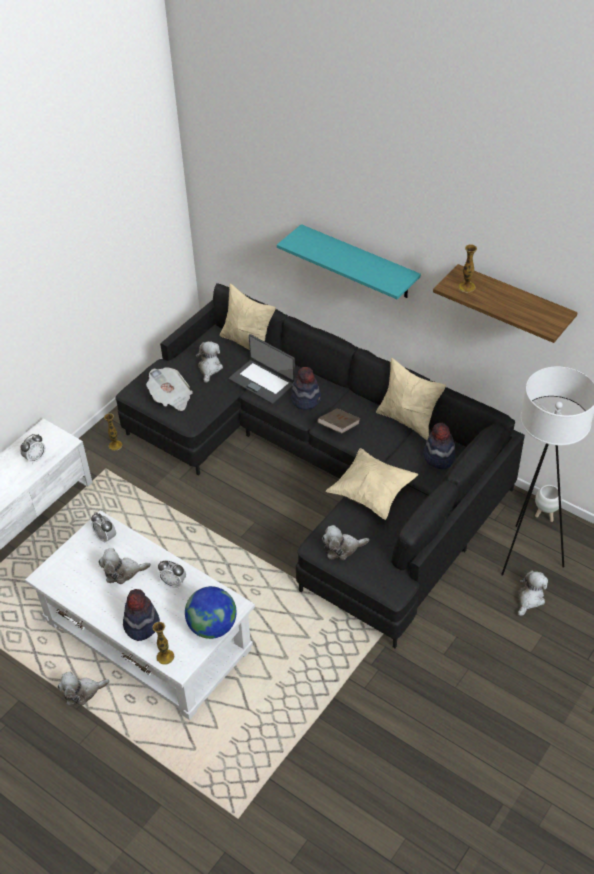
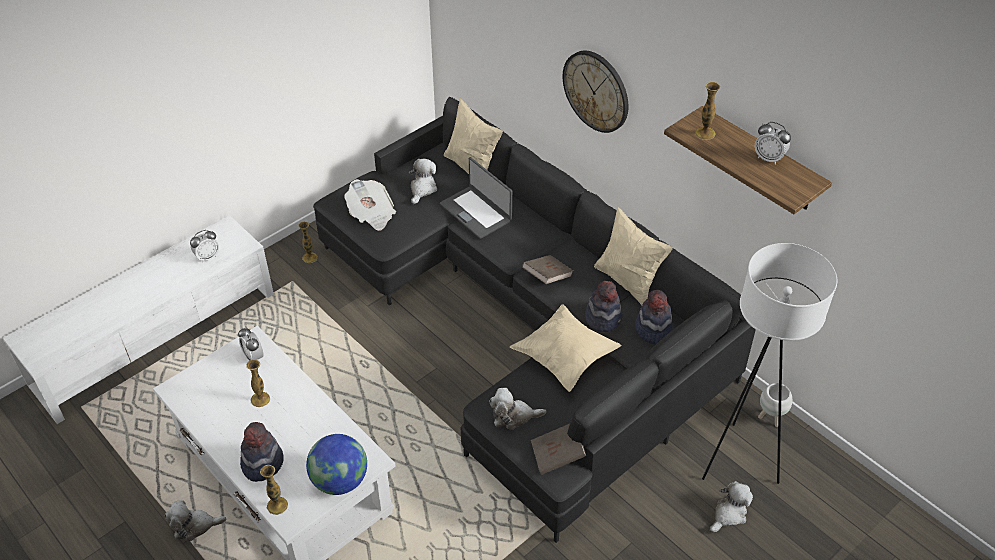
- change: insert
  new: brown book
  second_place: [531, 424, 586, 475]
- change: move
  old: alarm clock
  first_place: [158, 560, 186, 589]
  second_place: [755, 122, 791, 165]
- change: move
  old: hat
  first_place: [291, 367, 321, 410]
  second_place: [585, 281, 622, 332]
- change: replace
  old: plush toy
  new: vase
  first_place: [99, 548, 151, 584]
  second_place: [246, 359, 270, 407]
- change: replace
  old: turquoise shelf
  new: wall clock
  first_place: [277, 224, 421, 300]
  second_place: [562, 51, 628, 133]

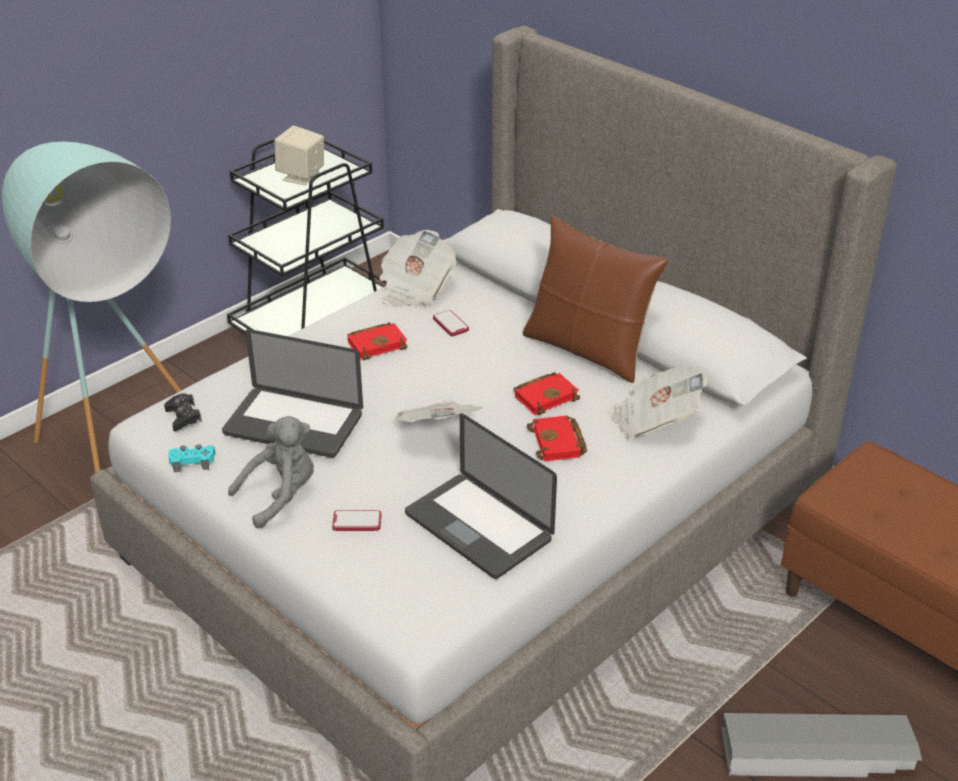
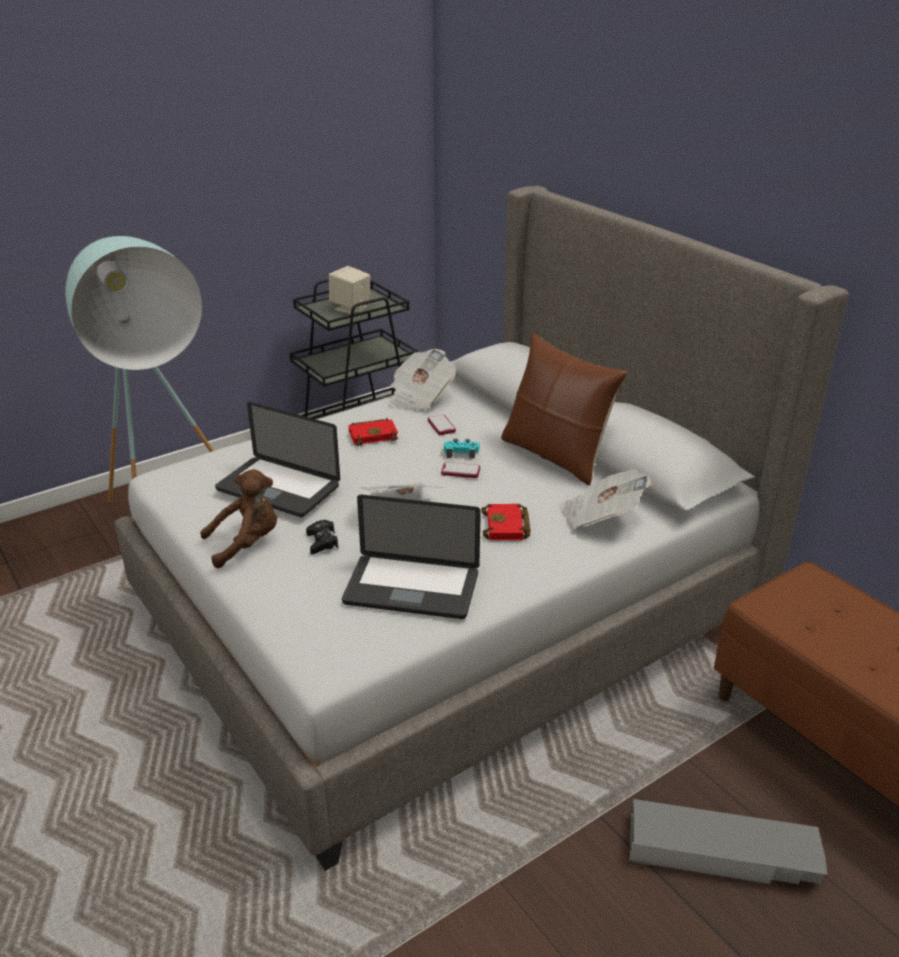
- change: delete
  old: red book
  first_place: [513, 372, 580, 415]
- change: move
  old: black game controller
  first_place: [164, 393, 202, 431]
  second_place: [306, 520, 339, 554]
- change: move
  old: turquoise game controller
  first_place: [168, 444, 215, 472]
  second_place: [444, 438, 479, 459]
- change: move
  old: phone
  first_place: [332, 510, 381, 531]
  second_place: [441, 462, 480, 478]
- change: recolor
  old: grey plush toy
  new: brown plush toy
  first_place: [228, 416, 314, 529]
  second_place: [200, 469, 277, 568]
- change: rotate
  old: laptop
  first_place: [405, 413, 557, 579]
  second_place: [342, 495, 481, 619]
  degrees: -45

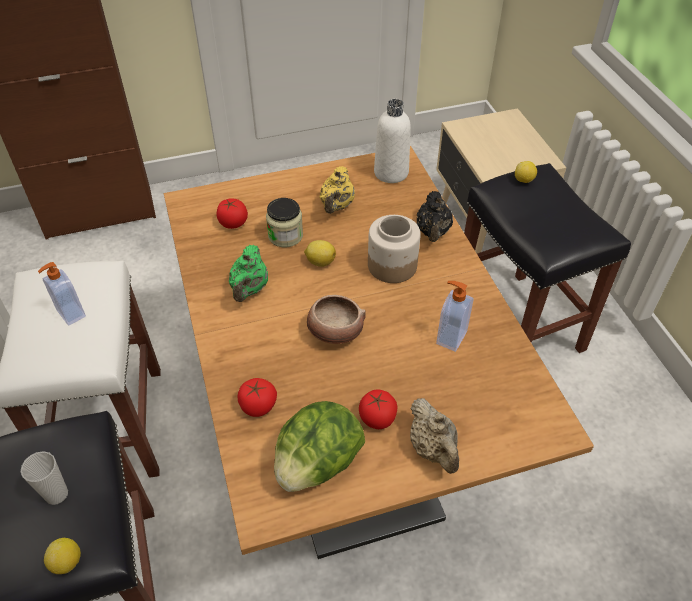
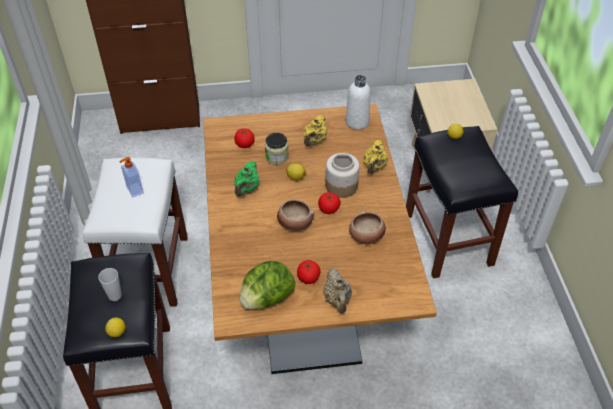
- change: move
  old: tomato
  first_place: [237, 378, 277, 417]
  second_place: [318, 192, 341, 214]
- change: replace
  old: soap dispenser
  new: bowl
  first_place: [436, 281, 474, 352]
  second_place: [349, 211, 386, 244]
- change: recolor
  old: black teapot
  new: yellow teapot
  first_place: [417, 191, 453, 242]
  second_place: [363, 140, 388, 174]

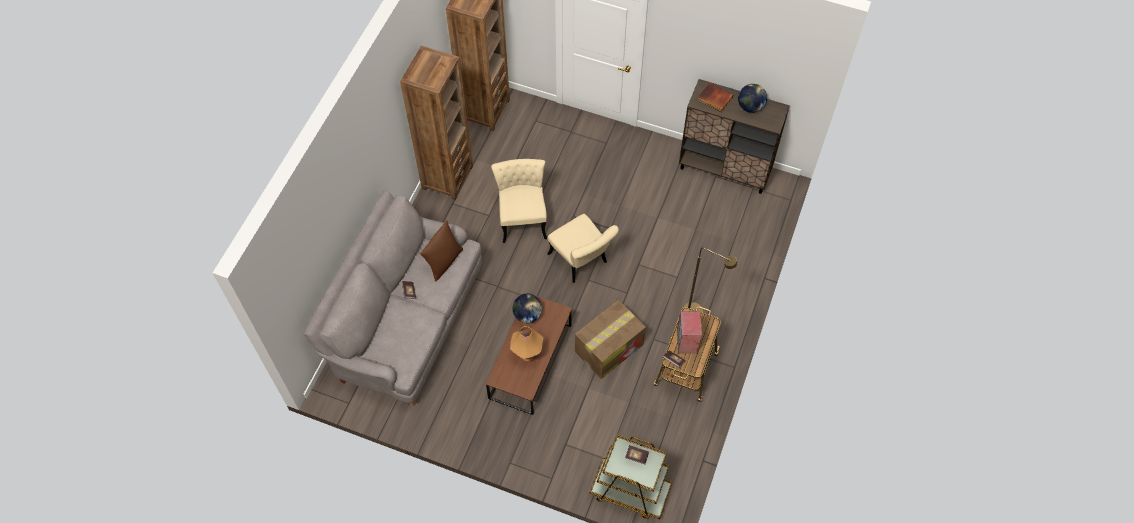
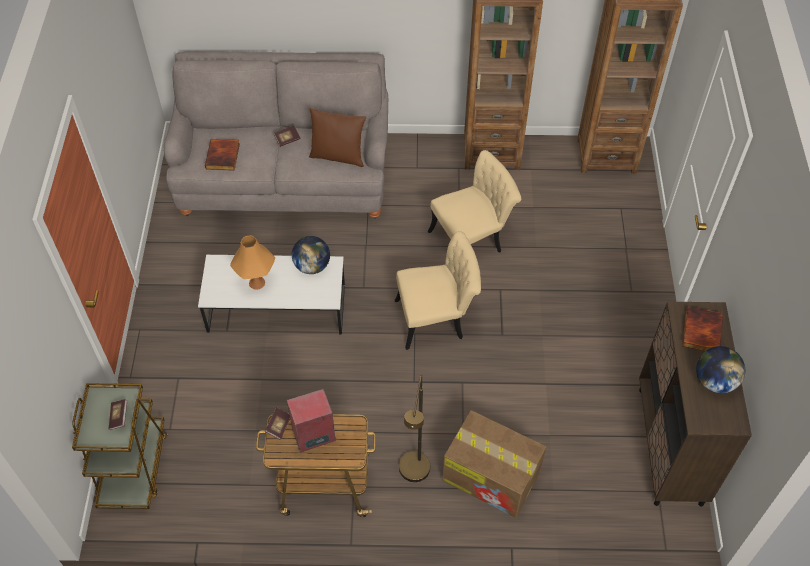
- change: insert
  new: book
  second_place: [205, 139, 240, 171]
- change: move
  old: cardboard box
  first_place: [575, 300, 646, 379]
  second_place: [442, 410, 546, 518]
- change: recolor
  old: brown coffee table
  new: white coffee table
  first_place: [486, 293, 572, 415]
  second_place: [198, 255, 345, 335]
- change: rotate
  old: beige chair
  first_place: [548, 214, 619, 283]
  second_place: [395, 231, 481, 350]
  degrees: -135

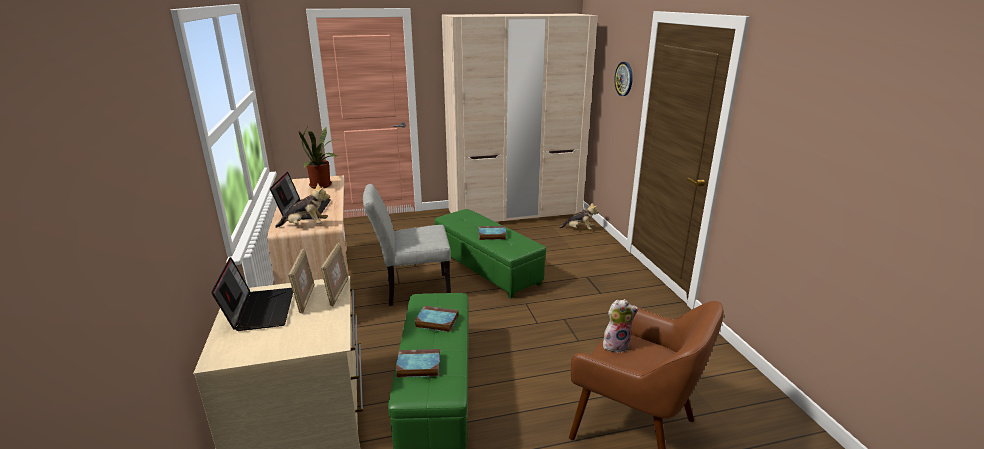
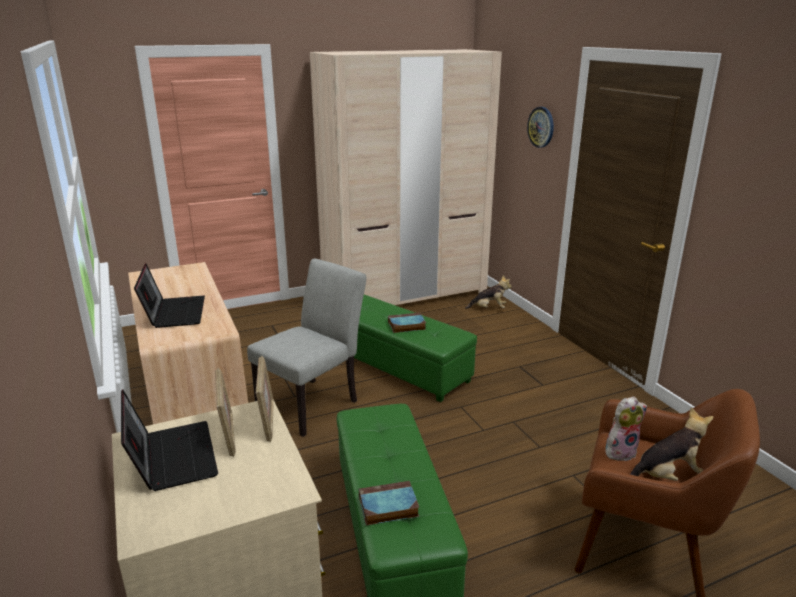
- change: delete
  old: potted plant
  first_place: [299, 127, 340, 189]
- change: delete
  old: book
  first_place: [415, 306, 458, 332]
- change: move
  old: plush toy
  first_place: [275, 183, 330, 228]
  second_place: [630, 407, 713, 481]
- change: rotate
  old: grey chair
  first_place: [363, 184, 451, 306]
  second_place: [247, 258, 366, 437]
  degrees: 150

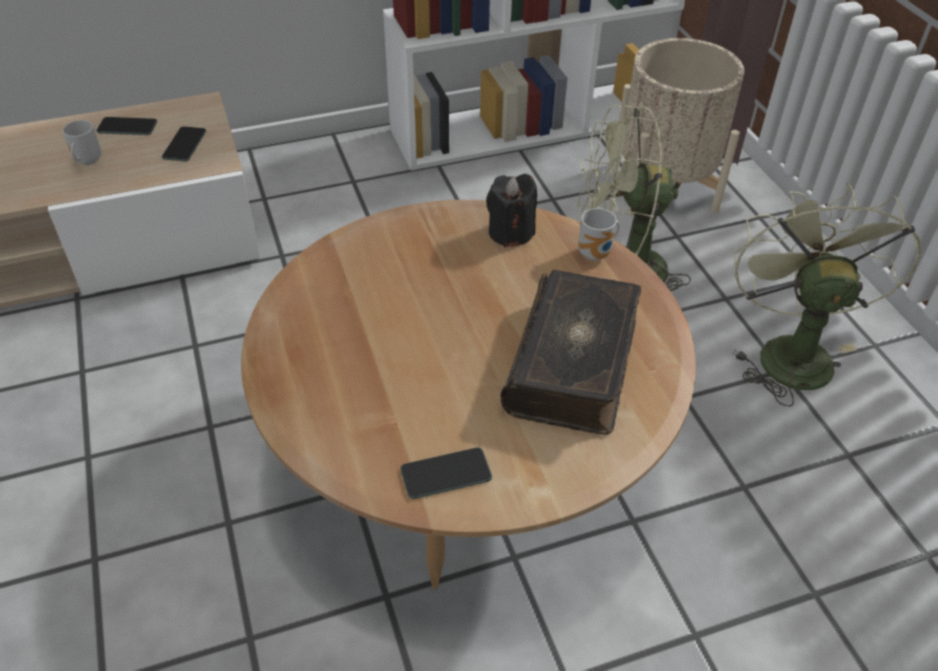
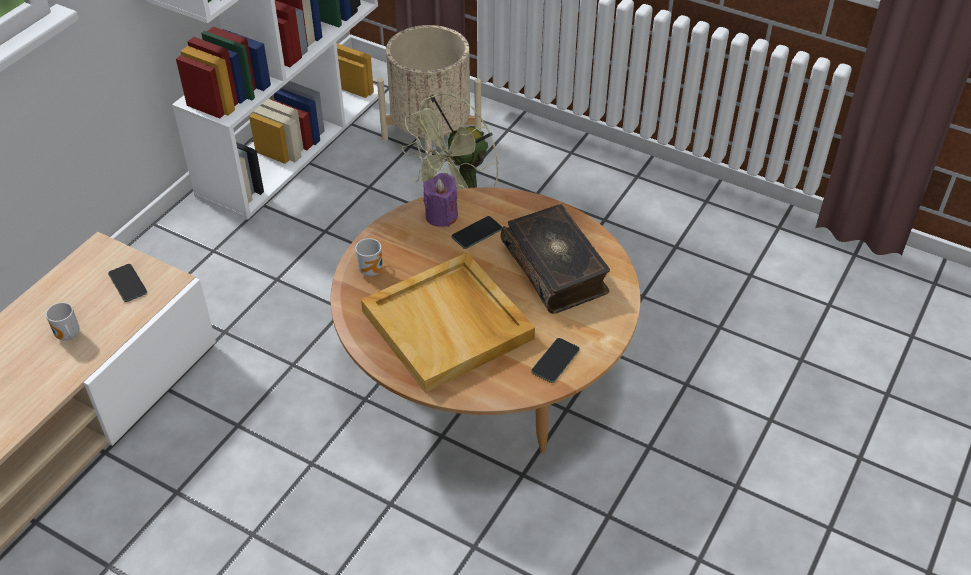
- change: delete
  old: green fan
  first_place: [732, 183, 922, 407]
- change: insert
  new: beige tray
  second_place: [361, 252, 535, 393]
- change: move
  old: phone
  first_place: [96, 117, 157, 135]
  second_place: [451, 216, 502, 249]
- change: move
  old: mug
  first_place: [578, 208, 620, 261]
  second_place: [355, 238, 383, 276]
- change: recolor
  old: black candle
  new: purple candle
  first_place: [486, 174, 537, 247]
  second_place: [423, 173, 458, 227]

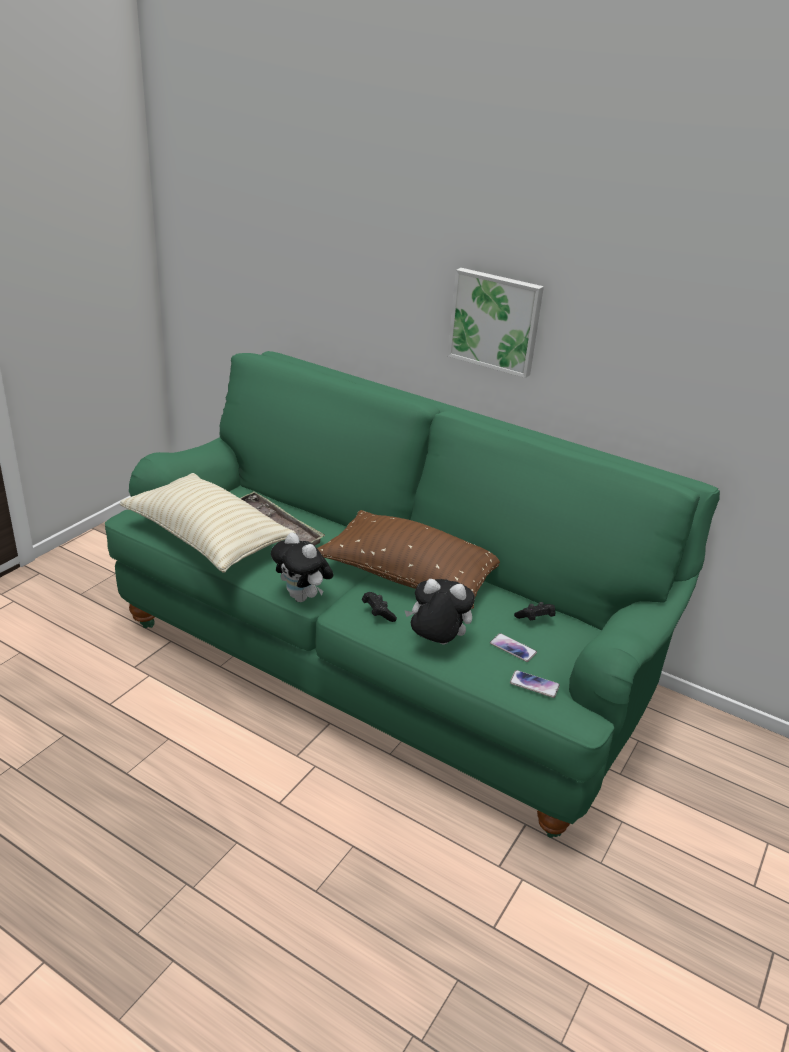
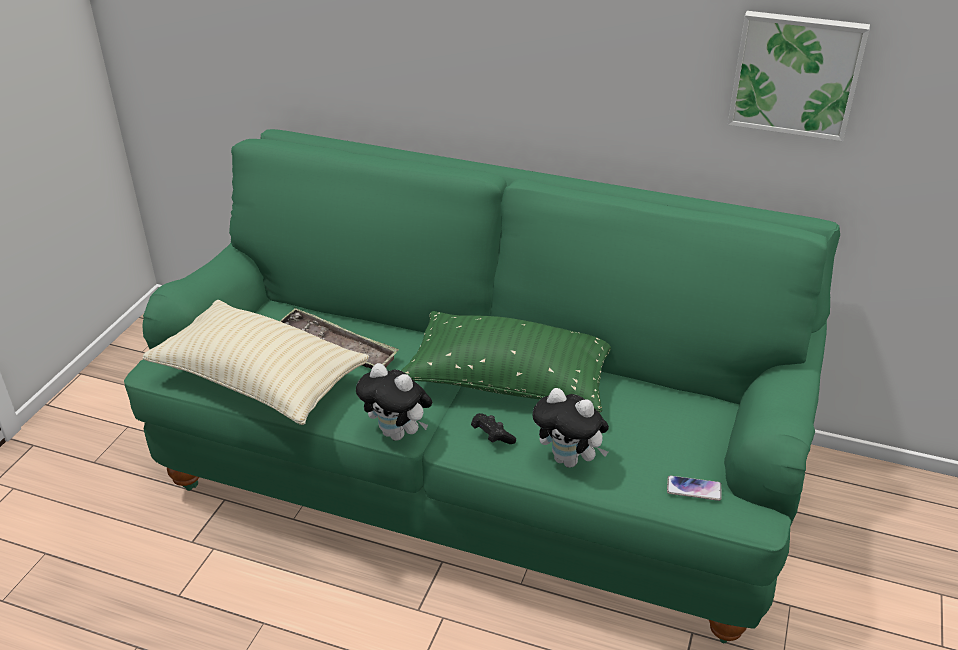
- change: delete
  old: phone
  first_place: [490, 633, 537, 662]
- change: delete
  old: black game controller
  first_place: [514, 602, 555, 620]
- change: move
  old: picture
  first_place: [447, 268, 544, 378]
  second_place: [728, 11, 870, 141]
- change: recolor
  old: brown pillow
  new: green pillow
  first_place: [317, 510, 500, 609]
  second_place: [401, 311, 611, 413]
- change: rotate
  old: plush toy
  first_place: [404, 579, 475, 645]
  second_place: [533, 388, 609, 468]
  degrees: -150

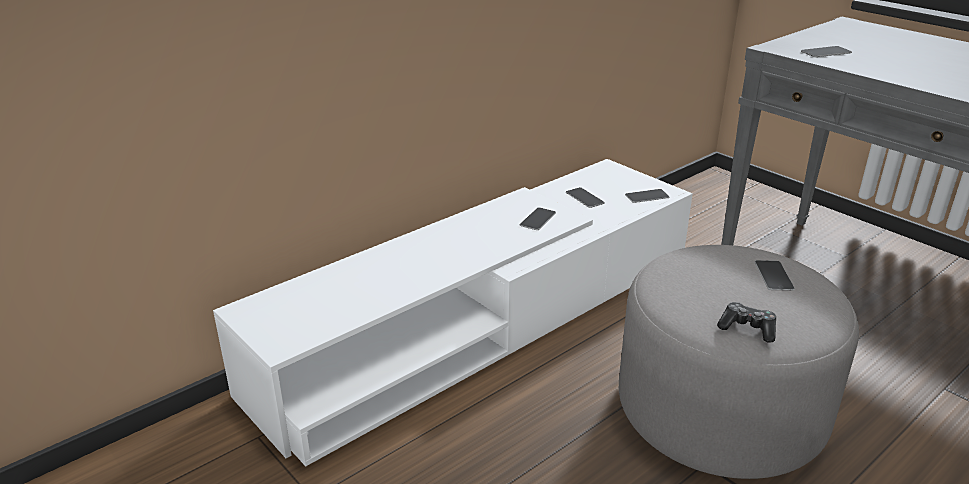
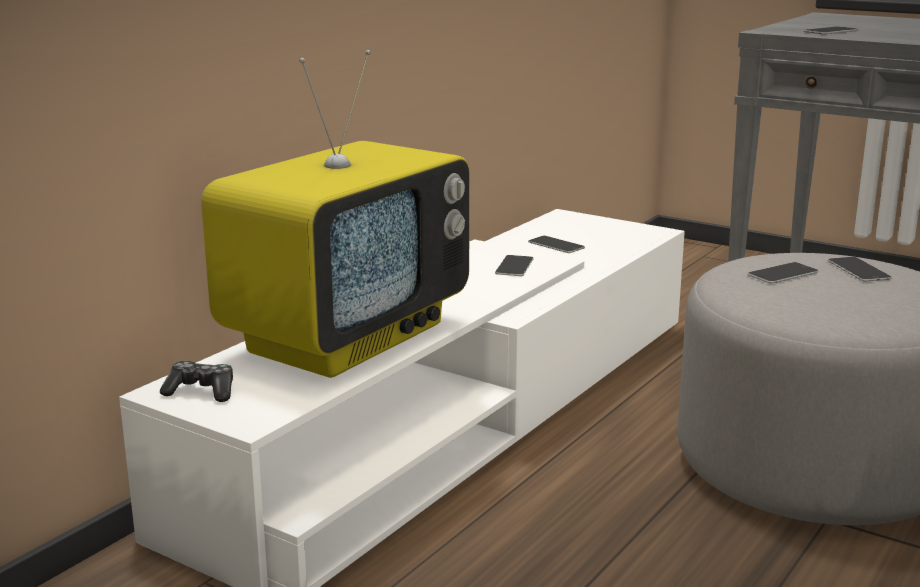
- change: insert
  new: television
  second_place: [201, 50, 470, 378]
- change: move
  old: phone
  first_place: [625, 189, 670, 203]
  second_place: [748, 262, 819, 284]
- change: move
  old: game controller
  first_place: [717, 302, 776, 343]
  second_place: [160, 361, 233, 402]

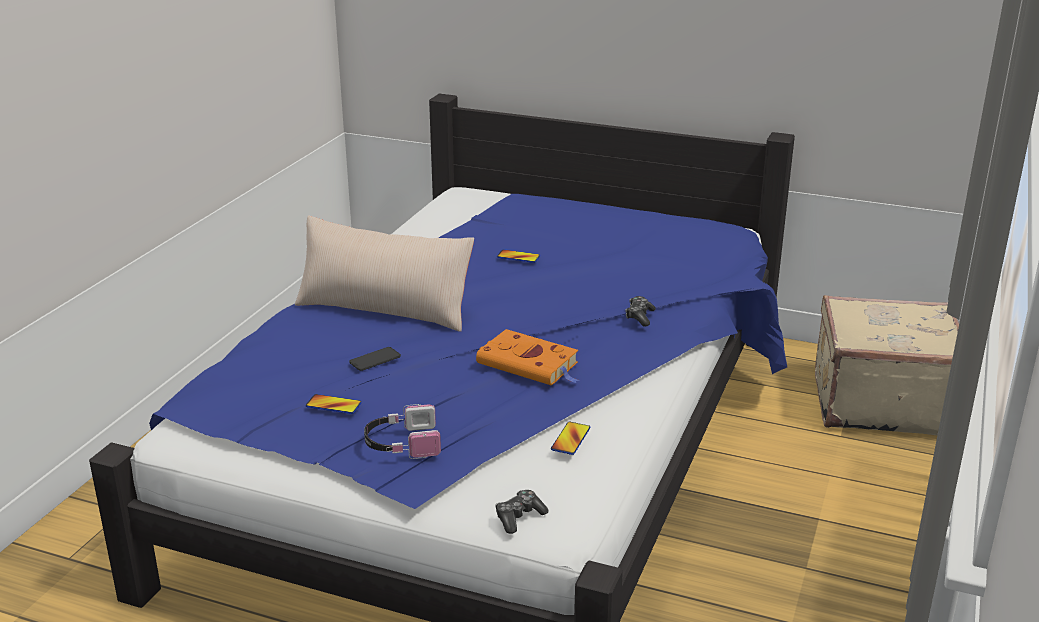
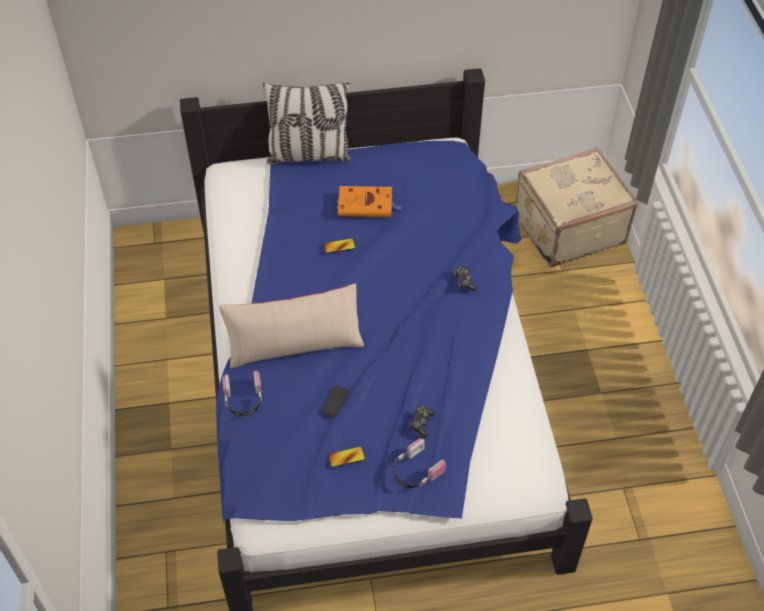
- change: delete
  old: phone
  first_place: [551, 422, 590, 455]
- change: insert
  new: headphones
  second_place: [222, 371, 262, 417]
- change: insert
  new: pillow
  second_place: [263, 82, 352, 164]
- change: move
  old: orange book
  first_place: [476, 329, 579, 386]
  second_place: [337, 186, 402, 217]
- change: move
  old: game controller
  first_place: [495, 490, 548, 534]
  second_place: [410, 405, 435, 438]

